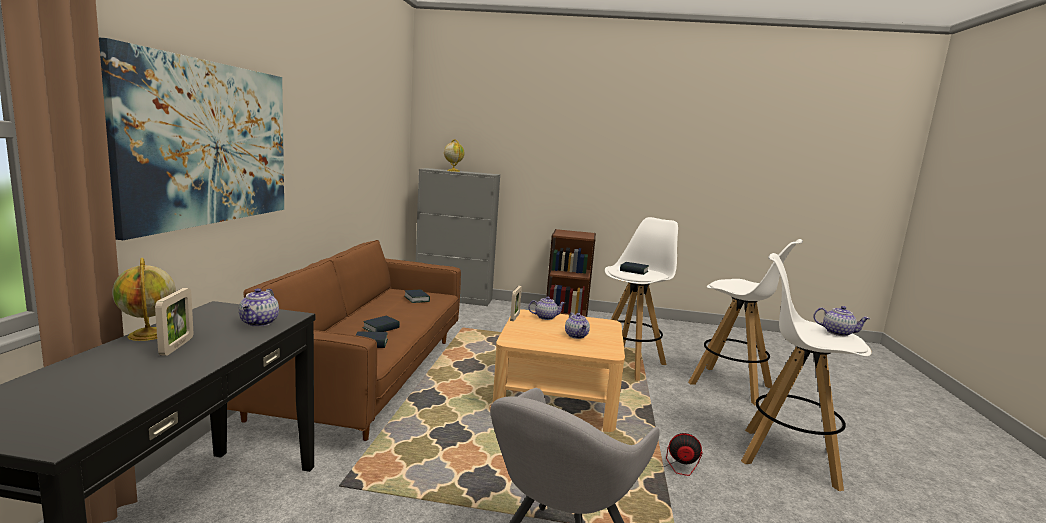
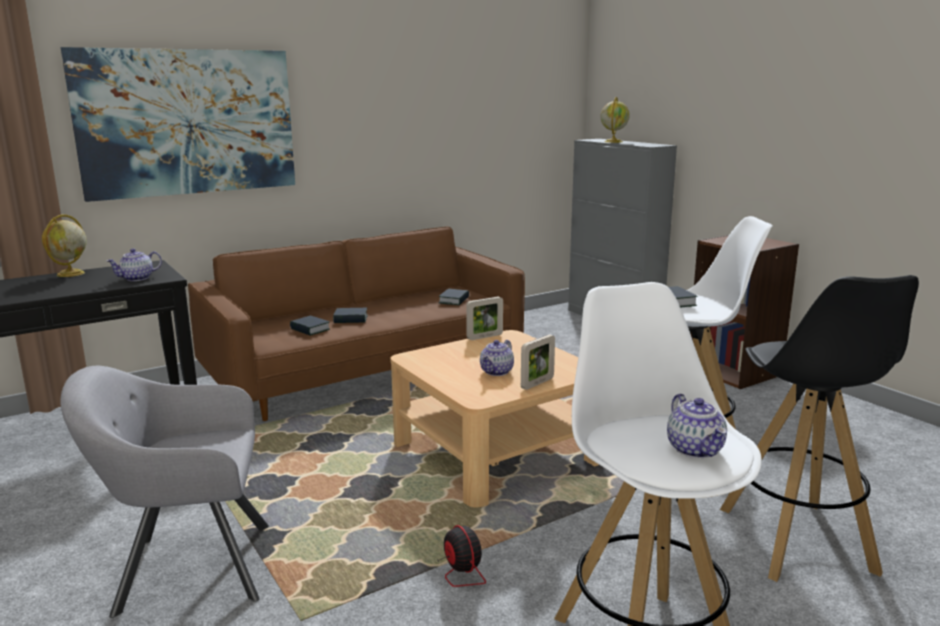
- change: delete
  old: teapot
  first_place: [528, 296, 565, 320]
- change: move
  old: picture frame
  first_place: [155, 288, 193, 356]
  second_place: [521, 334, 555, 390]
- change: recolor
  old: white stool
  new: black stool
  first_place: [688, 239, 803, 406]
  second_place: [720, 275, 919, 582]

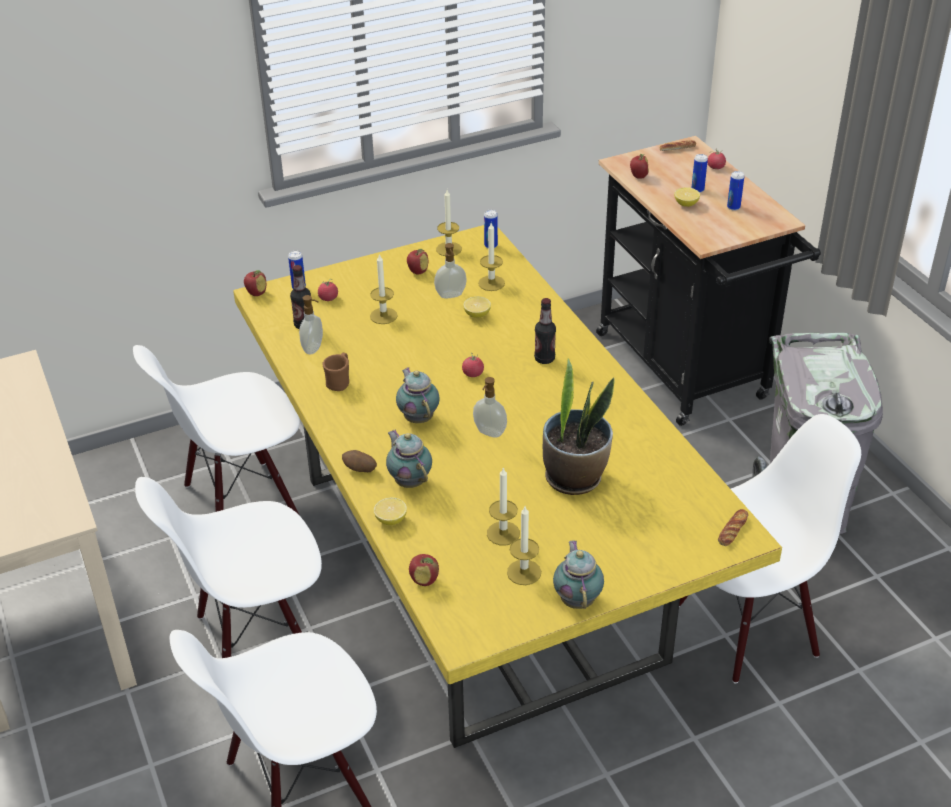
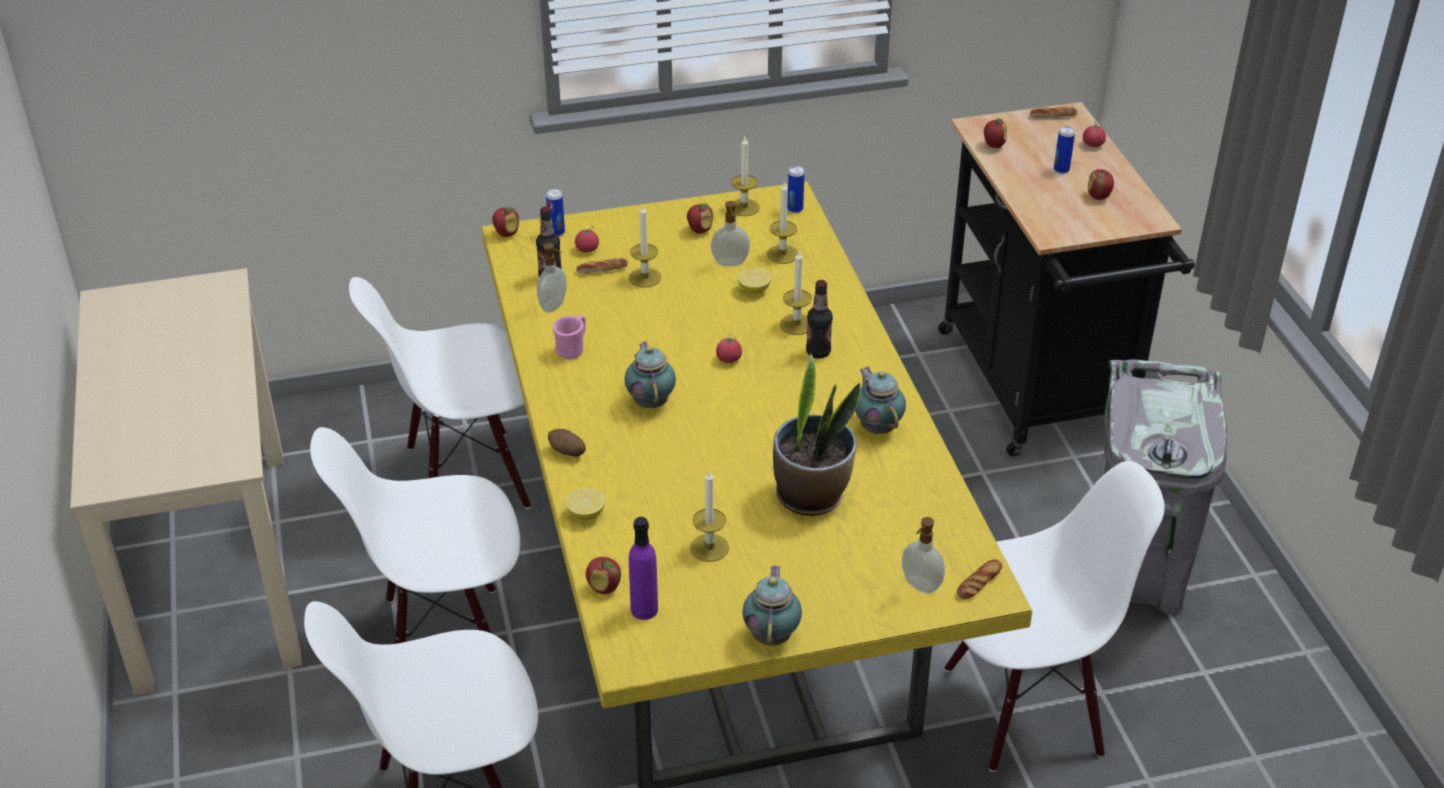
- change: delete
  old: lemon
  first_place: [674, 187, 700, 207]
- change: insert
  new: bread
  second_place: [576, 258, 628, 274]
- change: insert
  new: purple bottle
  second_place: [629, 517, 658, 620]
- change: move
  old: teapot
  first_place: [386, 429, 432, 488]
  second_place: [855, 366, 906, 434]
- change: move
  old: soap dispenser
  first_place: [473, 377, 507, 438]
  second_place: [902, 517, 945, 593]
- change: move
  old: candle
  first_place: [507, 507, 541, 585]
  second_place: [780, 251, 812, 335]
- change: replace
  old: can
  new: apple
  first_place: [727, 171, 744, 210]
  second_place: [1088, 169, 1114, 200]
- change: recolor
  old: brown mug
  new: pink mug
  first_place: [322, 353, 349, 391]
  second_place: [553, 315, 586, 359]

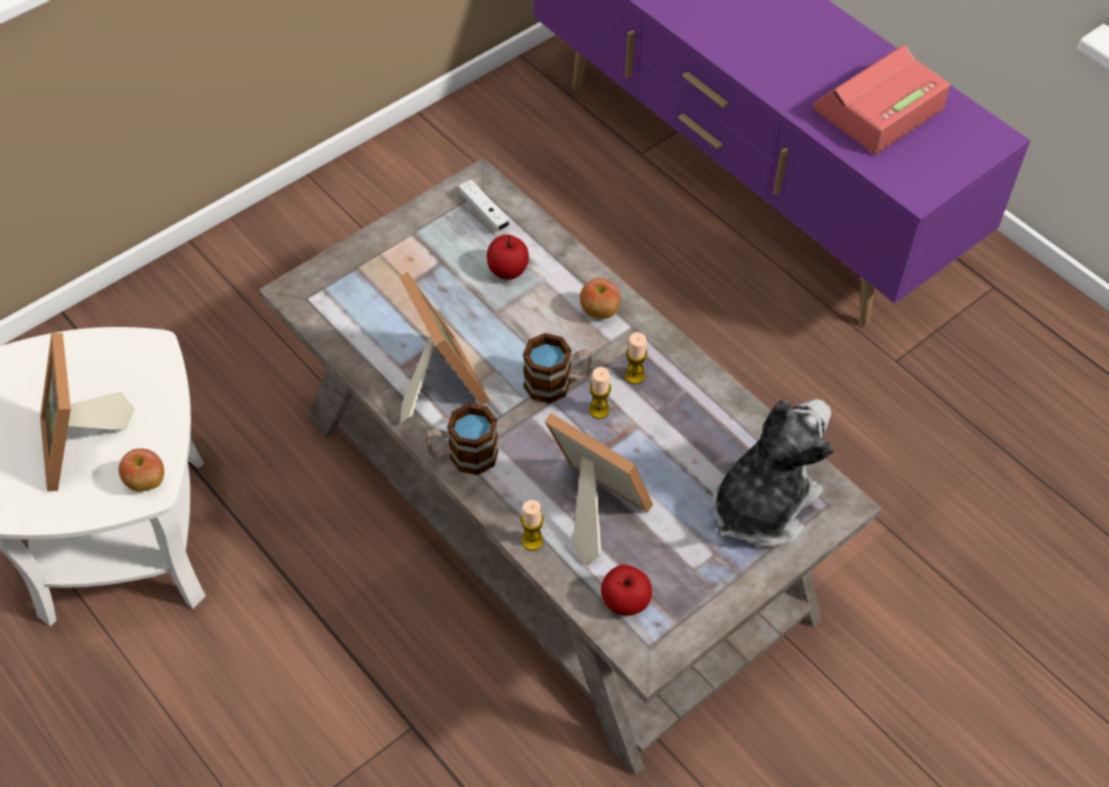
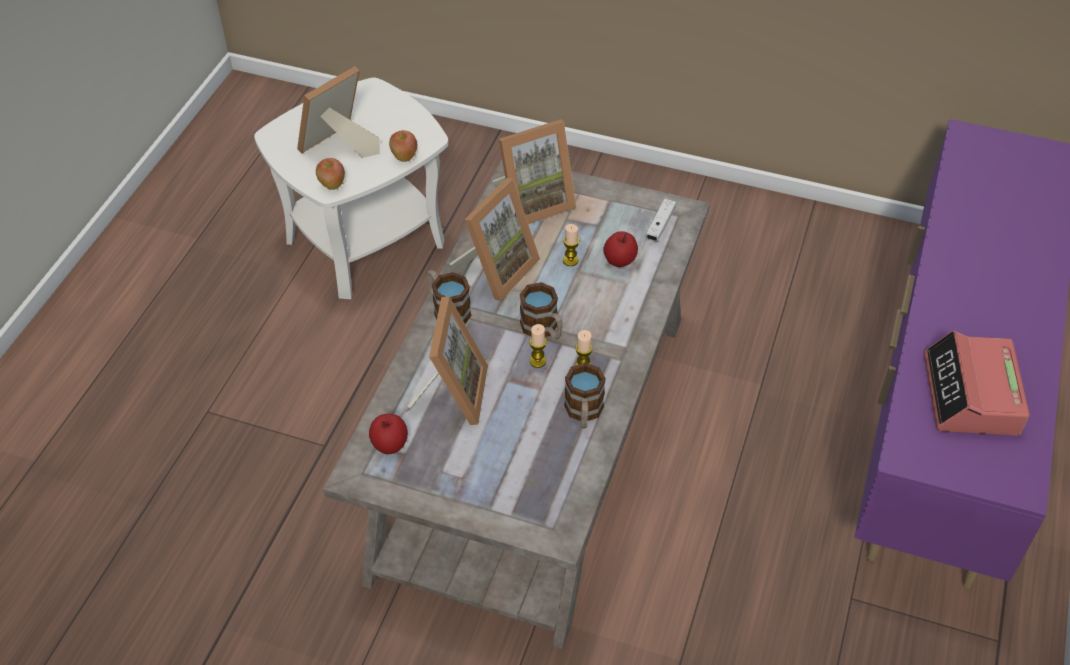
- change: delete
  old: plush toy
  first_place: [712, 399, 834, 548]
- change: insert
  new: picture frame
  second_place: [493, 119, 576, 224]
- change: insert
  new: mug
  second_place: [564, 363, 606, 429]
- change: move
  old: candle
  first_place: [521, 500, 544, 551]
  second_place: [563, 224, 579, 266]
- change: move
  old: apple
  first_place: [580, 278, 621, 319]
  second_place: [389, 130, 417, 162]
- change: rotate
  old: alarm clock
  first_place: [813, 45, 950, 154]
  second_place: [924, 331, 1030, 435]
  degrees: -105

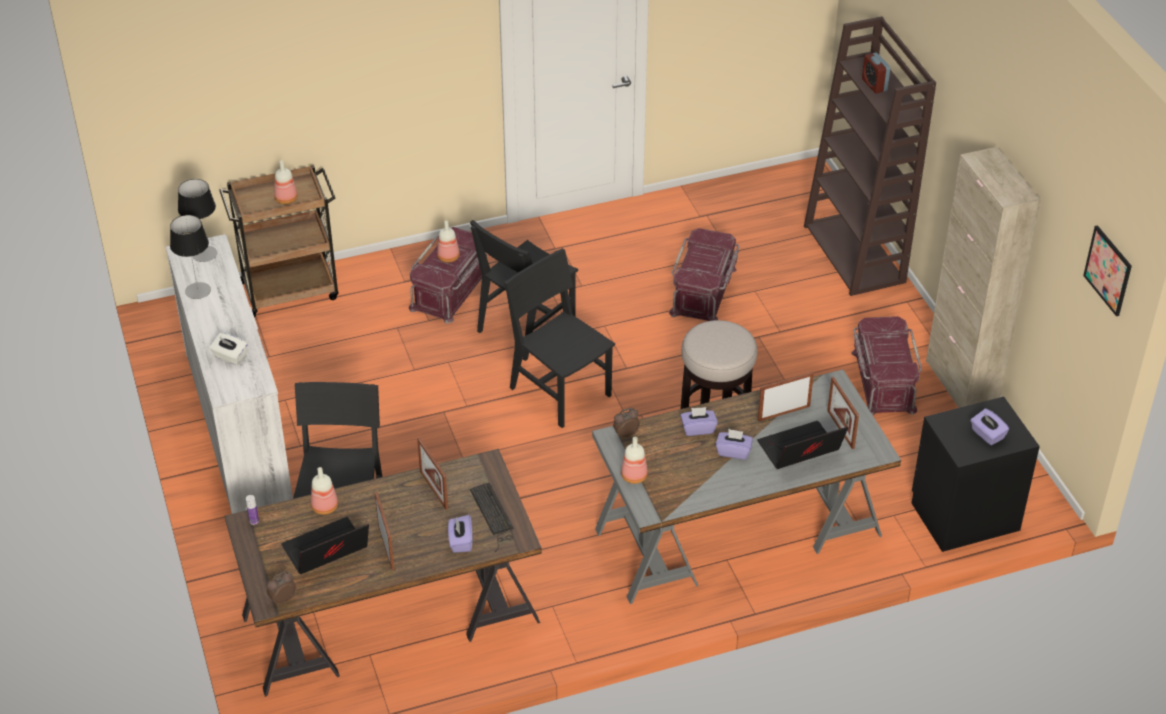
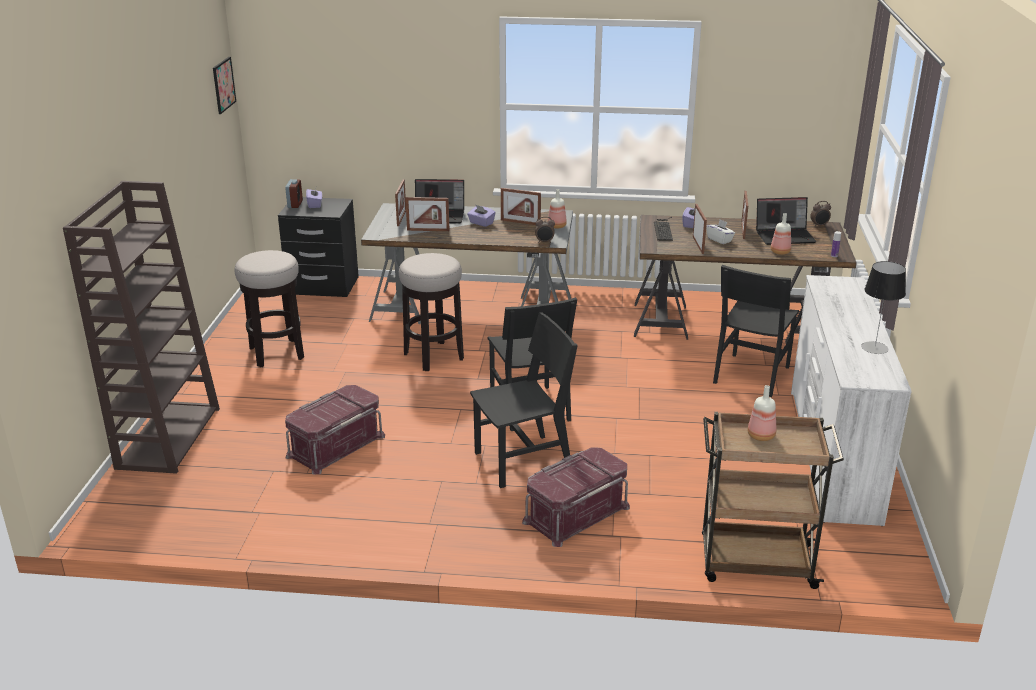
- change: delete
  old: table lamp
  first_place: [178, 179, 217, 262]
- change: delete
  old: bottle
  first_place: [437, 221, 460, 263]
- change: delete
  old: purple tissue box
  first_place: [680, 407, 718, 436]
- change: delete
  old: beige cabinet
  first_place: [926, 147, 1041, 408]
- change: insert
  new: picture frame
  second_place: [501, 188, 541, 225]
- change: move
  old: white tissue box
  first_place: [209, 333, 248, 365]
  second_place: [706, 219, 735, 244]
- change: move
  old: alarm clock
  first_place: [862, 52, 890, 93]
  second_place: [285, 179, 303, 208]
- change: replace
  old: red storage box
  new: stool
  first_place: [851, 316, 922, 415]
  second_place: [235, 250, 304, 367]

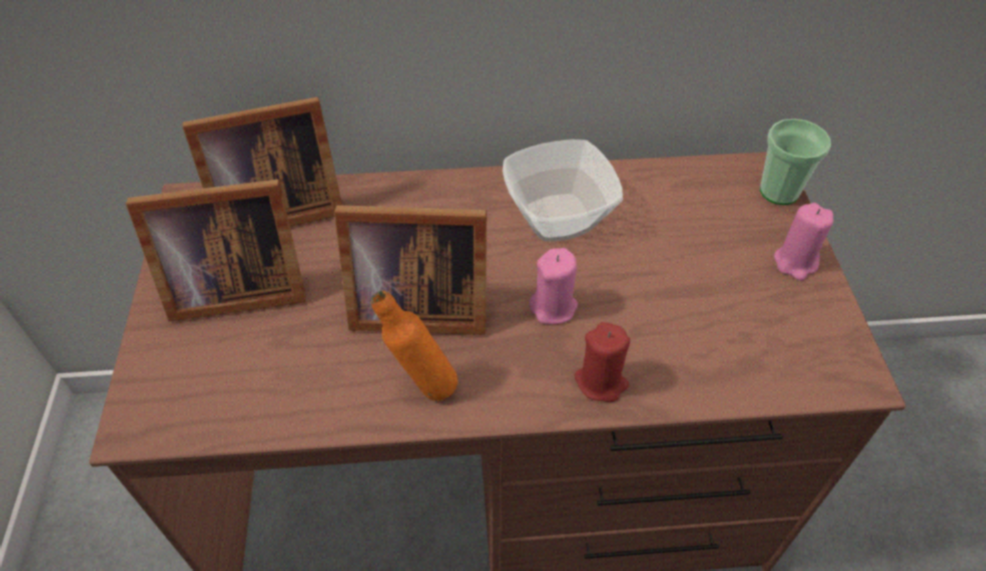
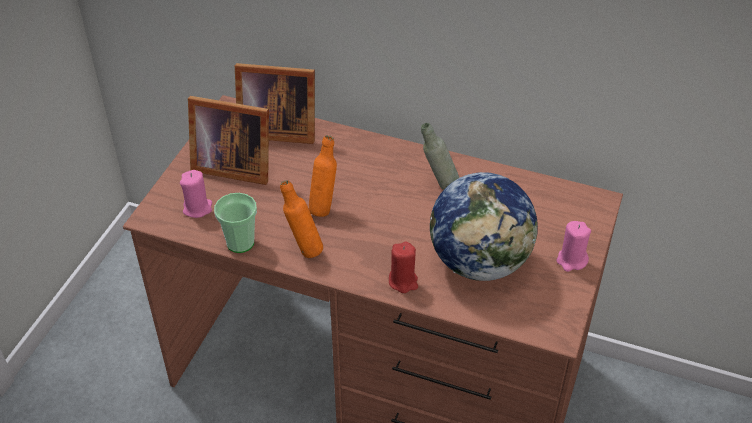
- change: insert
  new: globe
  second_place: [430, 172, 538, 281]
- change: move
  old: pink candle
  first_place: [529, 248, 578, 324]
  second_place: [180, 170, 212, 218]
- change: move
  old: cup
  first_place: [760, 119, 831, 205]
  second_place: [214, 193, 257, 253]
- change: replace
  old: picture frame
  new: orange bottle
  first_place: [334, 205, 487, 335]
  second_place: [309, 135, 337, 217]
- change: replace
  old: bowl
  new: grey bottle
  first_place: [502, 139, 623, 242]
  second_place: [421, 123, 459, 190]

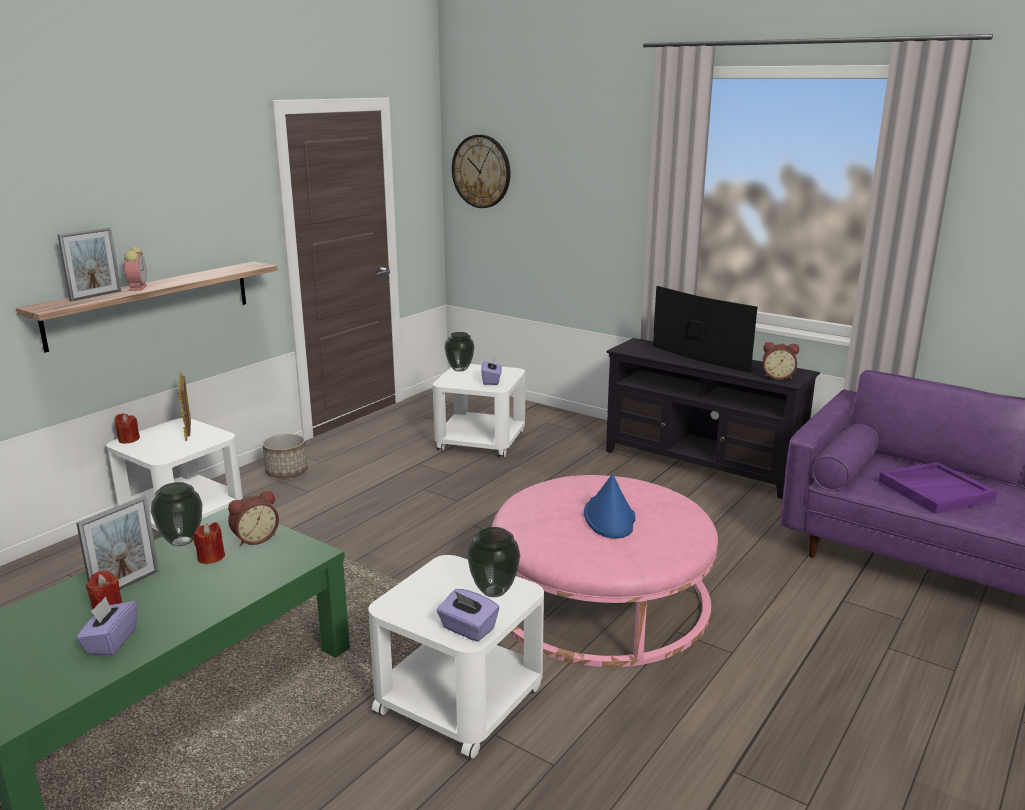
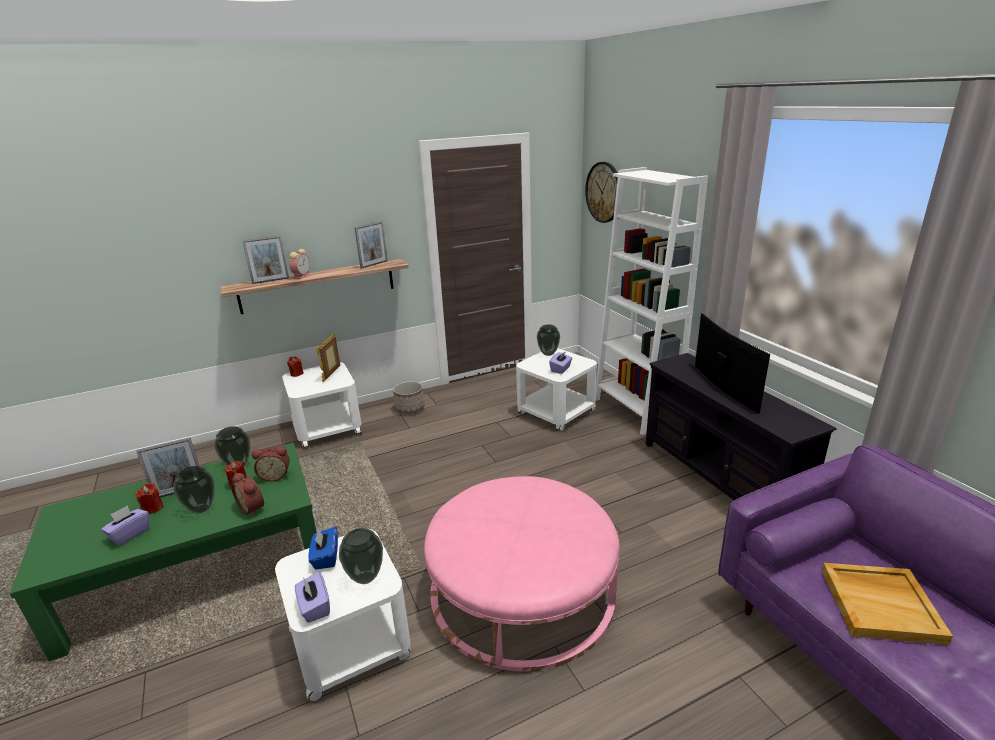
- change: delete
  old: blue hat
  first_place: [584, 474, 636, 539]
- change: insert
  new: vase
  second_place: [173, 466, 215, 514]
- change: insert
  new: blue tissue box
  second_place: [308, 527, 338, 570]
- change: insert
  new: picture frame
  second_place: [355, 221, 388, 269]
- change: insert
  new: white bookcase
  second_place: [595, 167, 708, 435]
- change: move
  old: alarm clock
  first_place: [763, 342, 799, 380]
  second_place: [231, 473, 264, 516]
- change: recolor
  old: purple tray
  new: beige tray
  first_place: [878, 462, 997, 514]
  second_place: [822, 563, 953, 645]

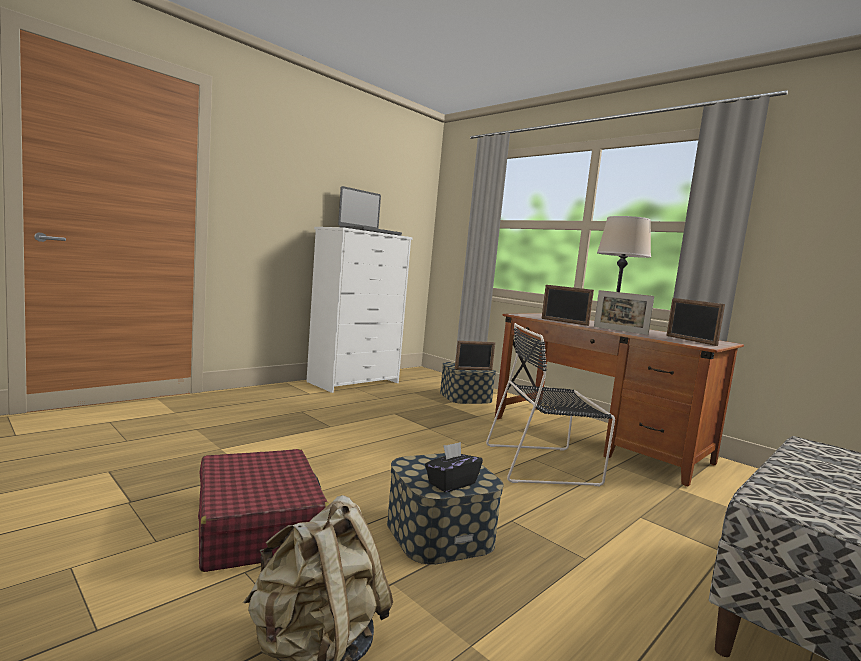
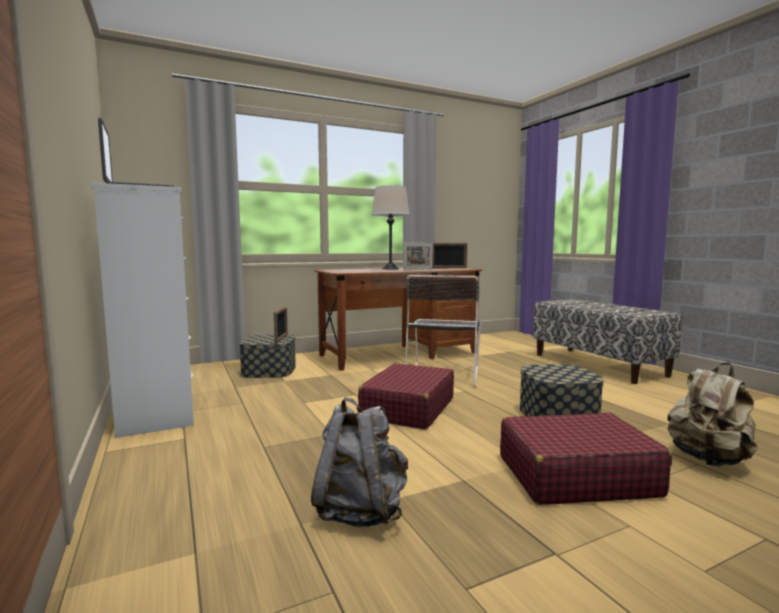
- change: delete
  old: black tissue box
  first_place: [425, 442, 483, 492]
- change: delete
  old: picture frame
  first_place: [542, 285, 594, 326]
- change: insert
  new: grey backpack
  second_place: [311, 397, 408, 527]
- change: insert
  new: red suitcase
  second_place: [358, 363, 454, 429]

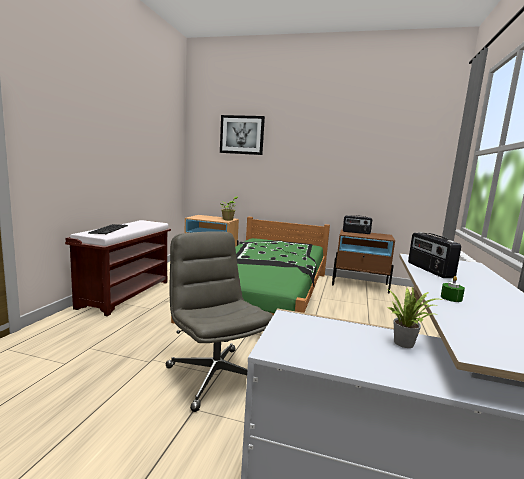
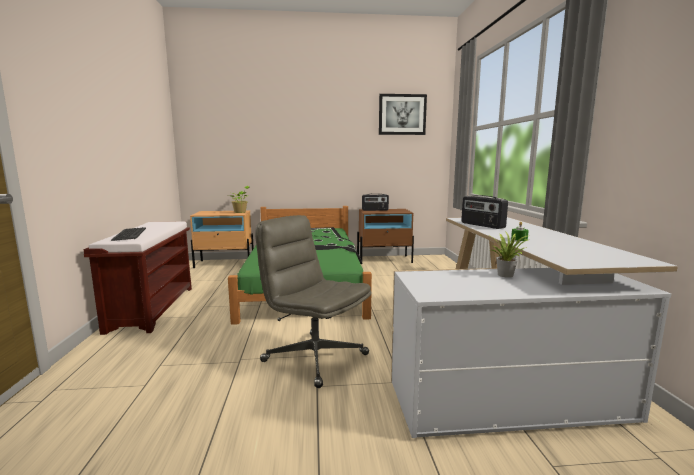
- change: move
  old: picture
  first_place: [220, 115, 265, 155]
  second_place: [379, 94, 427, 135]

